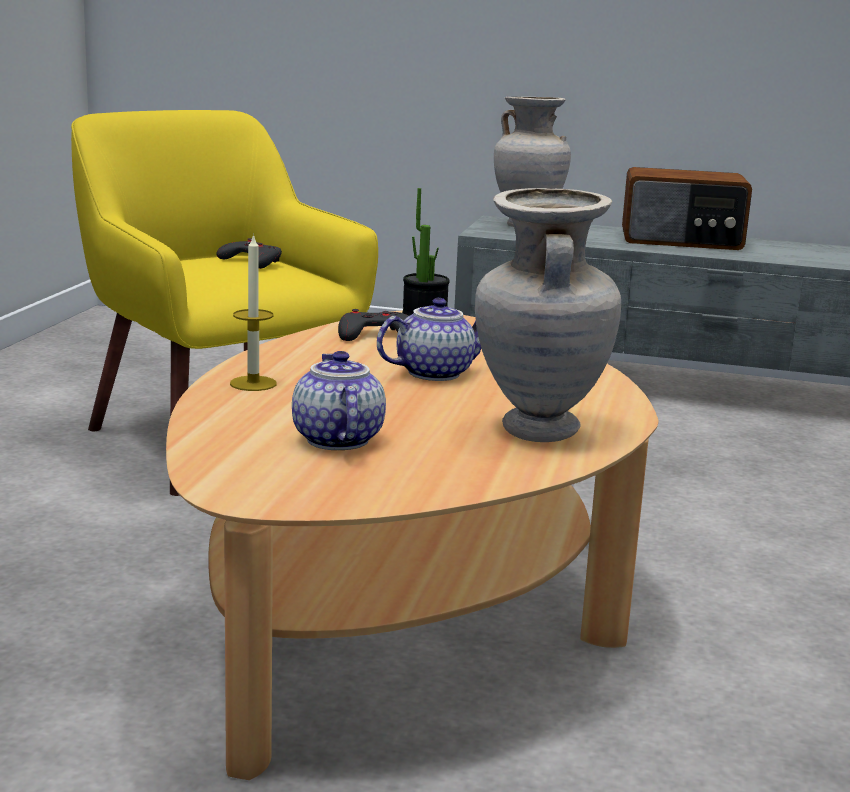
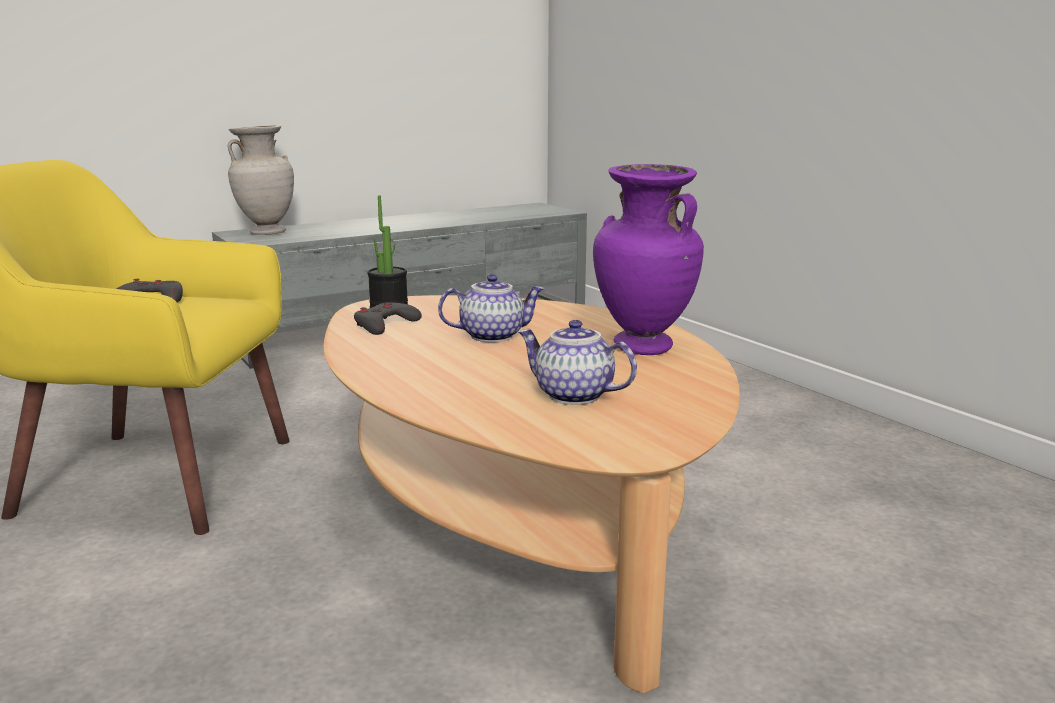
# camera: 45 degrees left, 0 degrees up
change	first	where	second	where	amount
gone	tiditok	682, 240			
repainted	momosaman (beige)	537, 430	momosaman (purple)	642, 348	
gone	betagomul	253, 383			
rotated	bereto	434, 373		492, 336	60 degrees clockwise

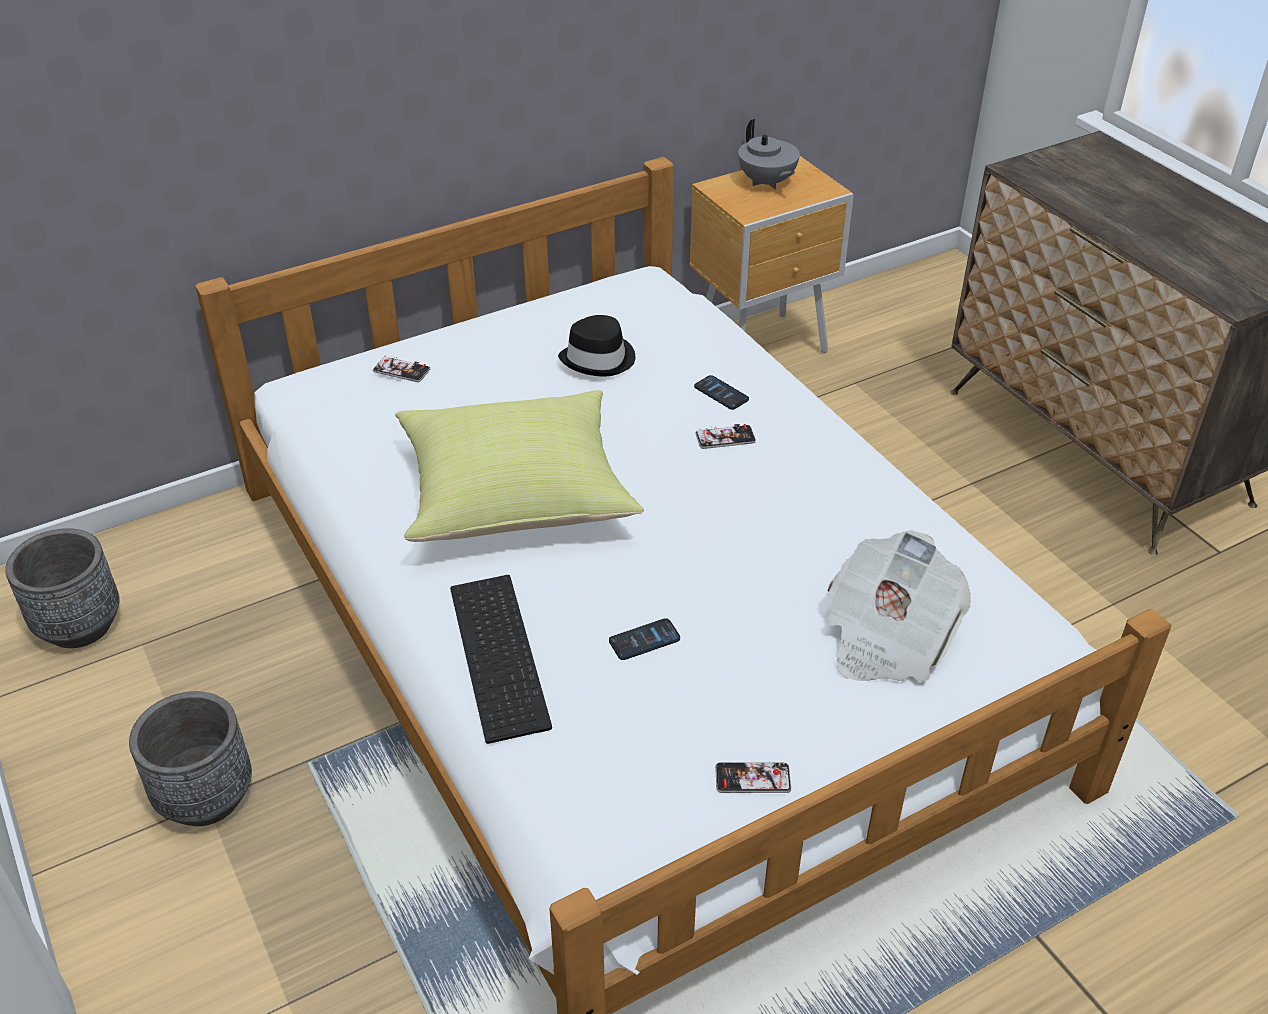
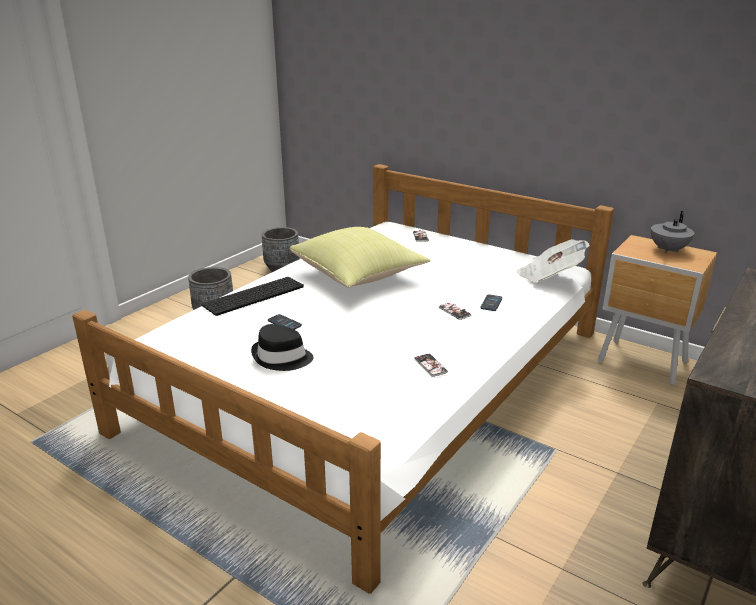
# camera: 65 degrees right, 15 degrees down
change	first	where	second	where	amount
shifted	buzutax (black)	599, 359		282, 358	
shifted	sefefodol	887, 637		549, 276	
shifted	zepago	752, 778		430, 365	

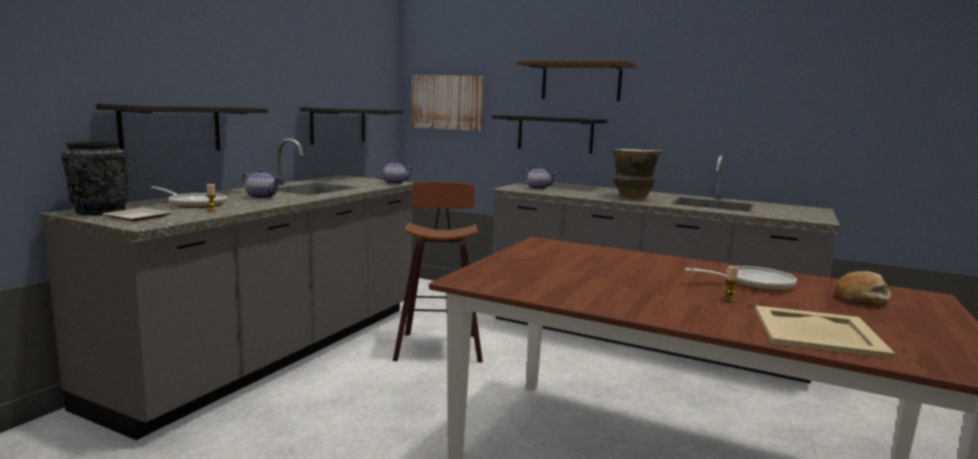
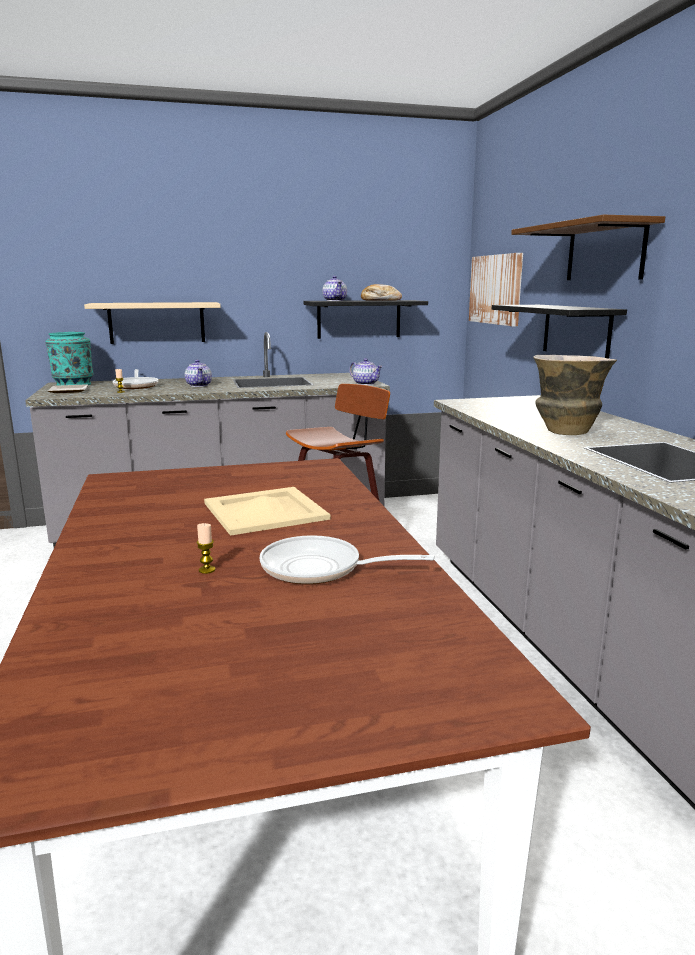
# camera: 50 degrees right, 5 degrees up
change	first	where	second	where	amount
repainted	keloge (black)	171, 129	keloge (beige)	157, 322	
repainted	momosaman (black)	99, 211	momosaman (turquoise)	73, 384	
shifted	bereto	537, 188		335, 300	
rotated	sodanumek	753, 284		319, 569	150 degrees clockwise
shifted	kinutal	861, 298		380, 300	
shifted	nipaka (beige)	816, 331		265, 510	

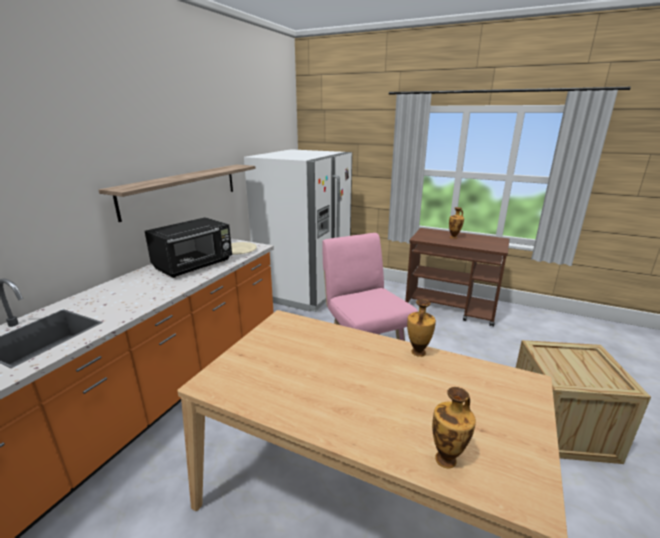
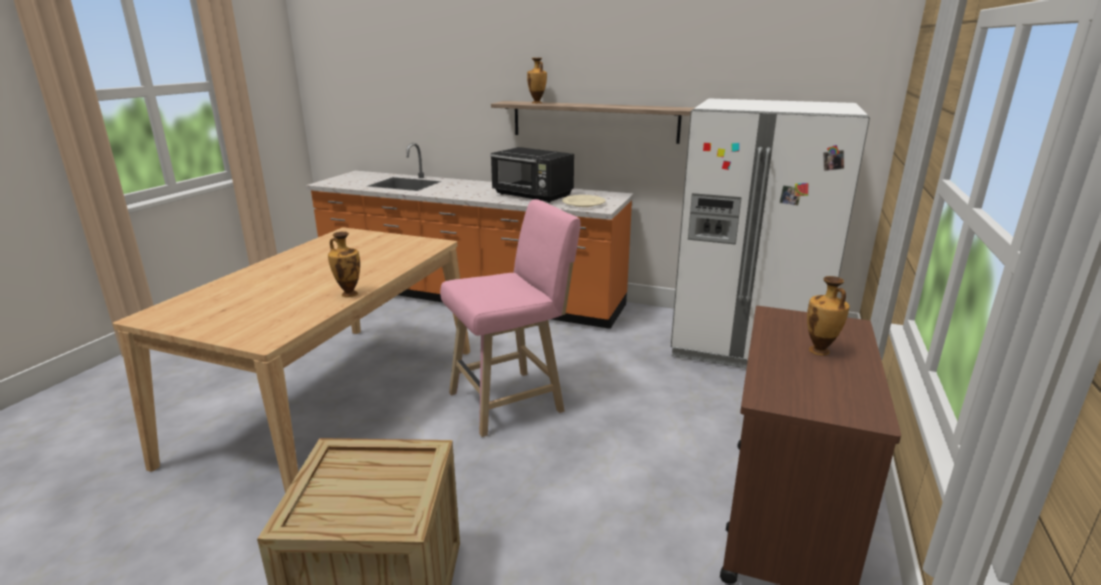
# camera: 85 degrees right, 0 degrees up
change	first	where	second	where	amount
shifted	momosaman	447, 459		537, 103	

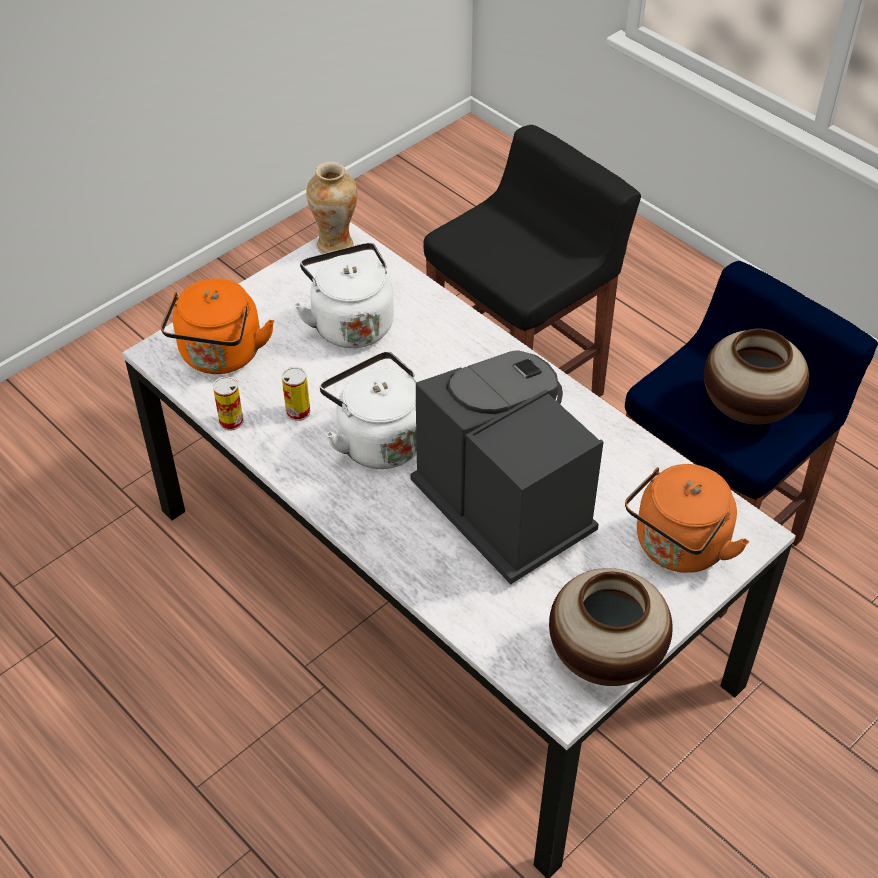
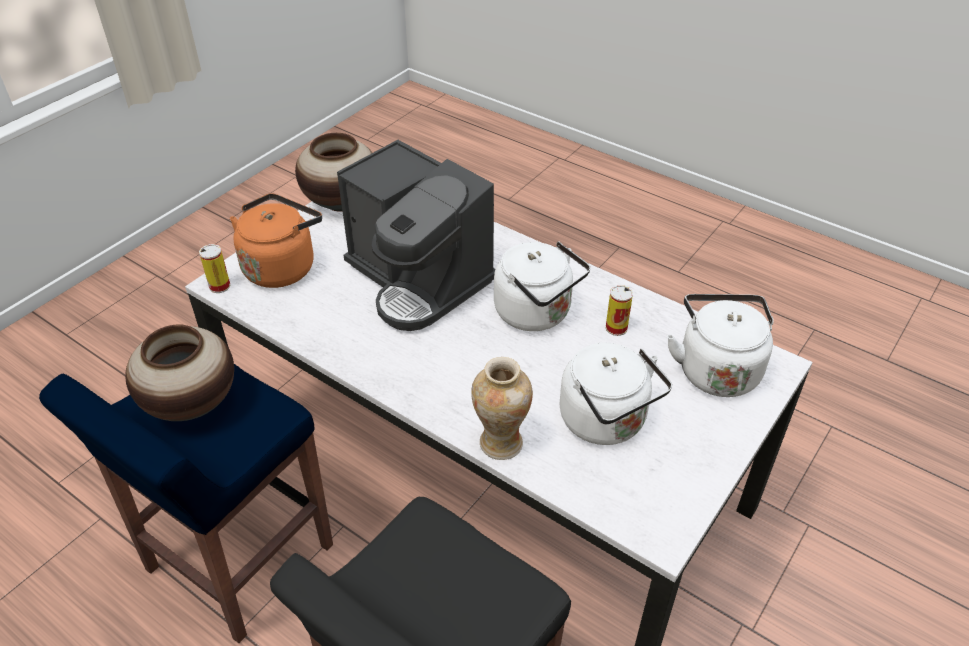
# camera: 170 degrees right, 5 degrees down
change	first	where	second	where	amount
shifted	momosaman	335, 245		501, 443	
repainted	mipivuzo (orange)	220, 357	mipivuzo (white)	716, 368	
shifted	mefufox	231, 421		219, 286	

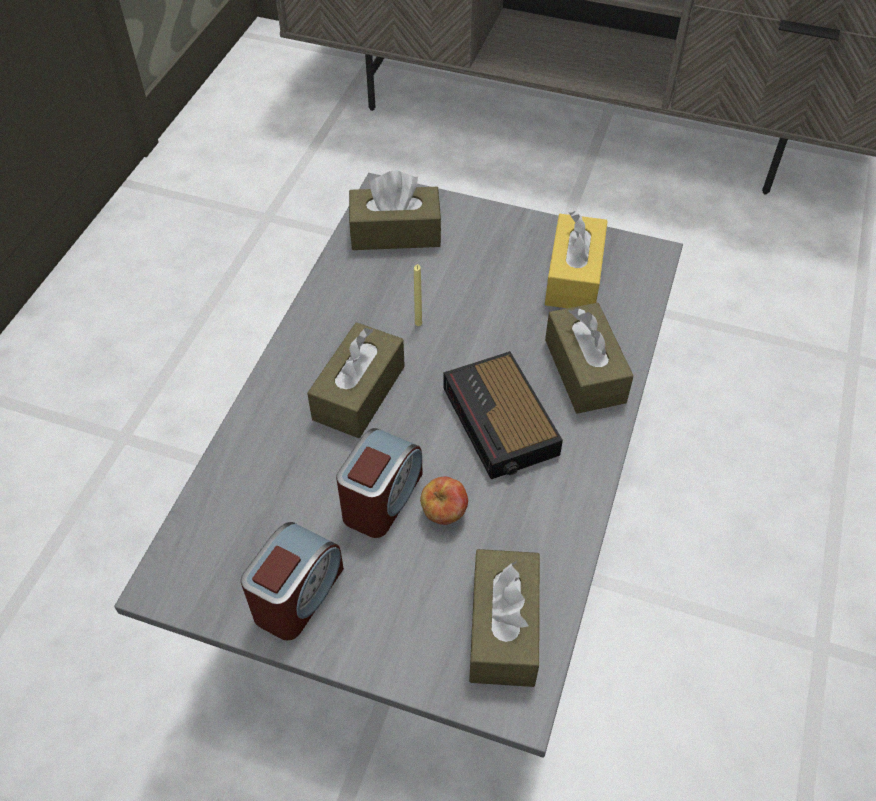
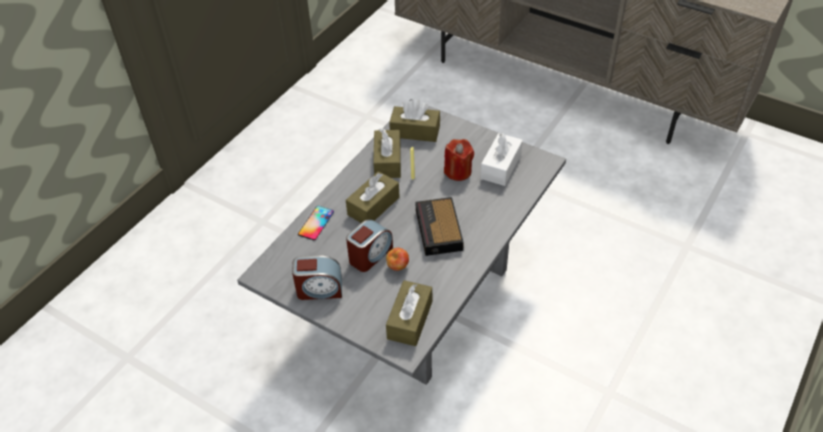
# camera: 15 degrees right, 5 degrees down
change	first	where	second	where	amount
repainted	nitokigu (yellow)	574, 276	nitokigu (white)	501, 166	
shifted	nitokigu (brown)	584, 371		387, 161	
rotated	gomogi	297, 595		319, 289	45 degrees clockwise
new			betagomul (red)	458, 171	
new			zepago	316, 223	

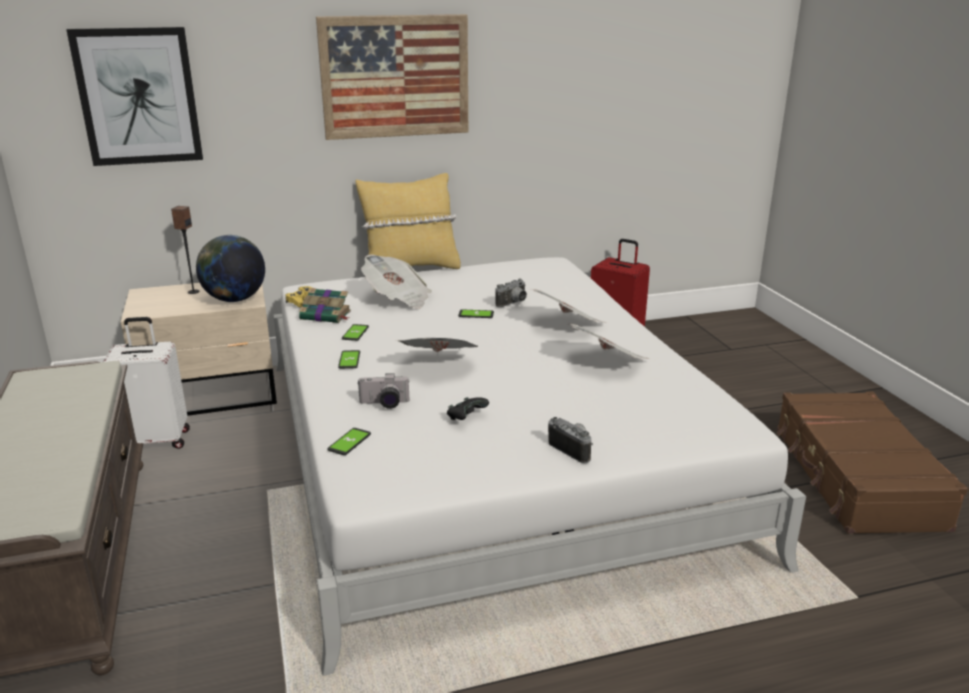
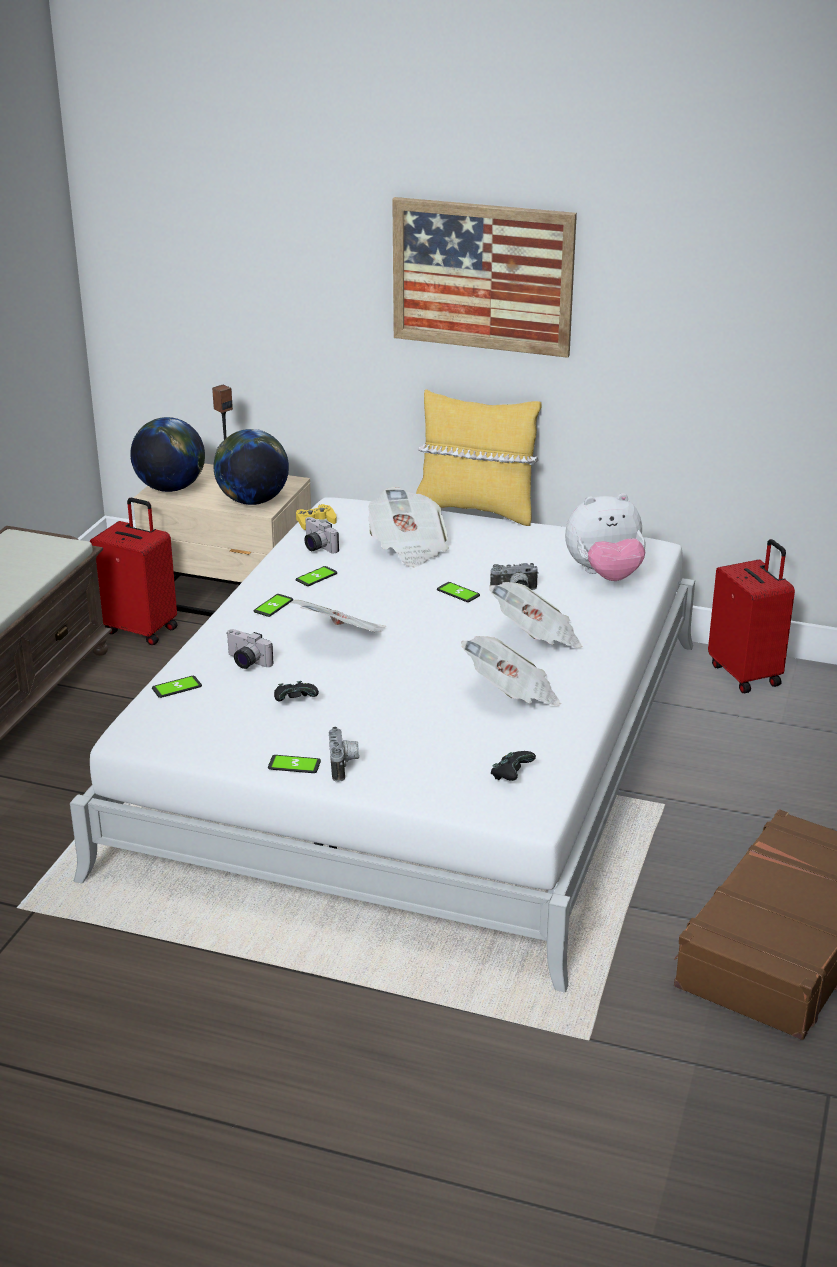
# camera: 35 degrees right, 5 degrees up
change	first	where	second	where	amount
gone	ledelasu	138, 96			
swapped	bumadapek	326, 315	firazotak	316, 547	
repainted	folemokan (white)	156, 440	folemokan (red)	141, 629	
new			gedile	170, 488	
new			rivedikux	605, 575	
new			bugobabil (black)	511, 775	
new			zepago	294, 765	

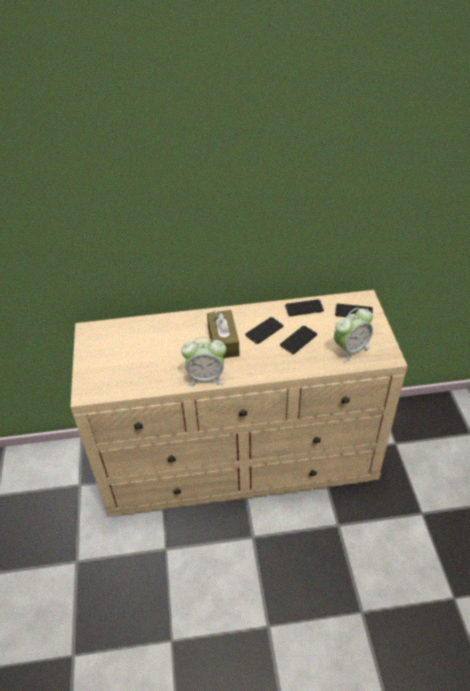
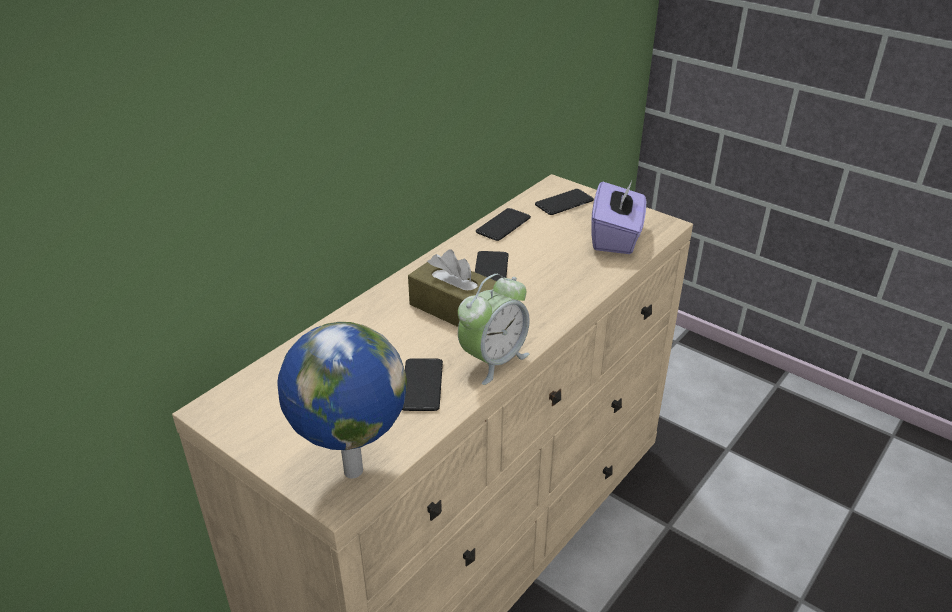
# camera: 45 degrees left, 10 degrees down
change	first	where	second	where	amount
swapped	gomogi	351, 349	nitokigu (purple)	616, 237	
shifted	zepago	298, 340		422, 385	
new			gedile	350, 471	

